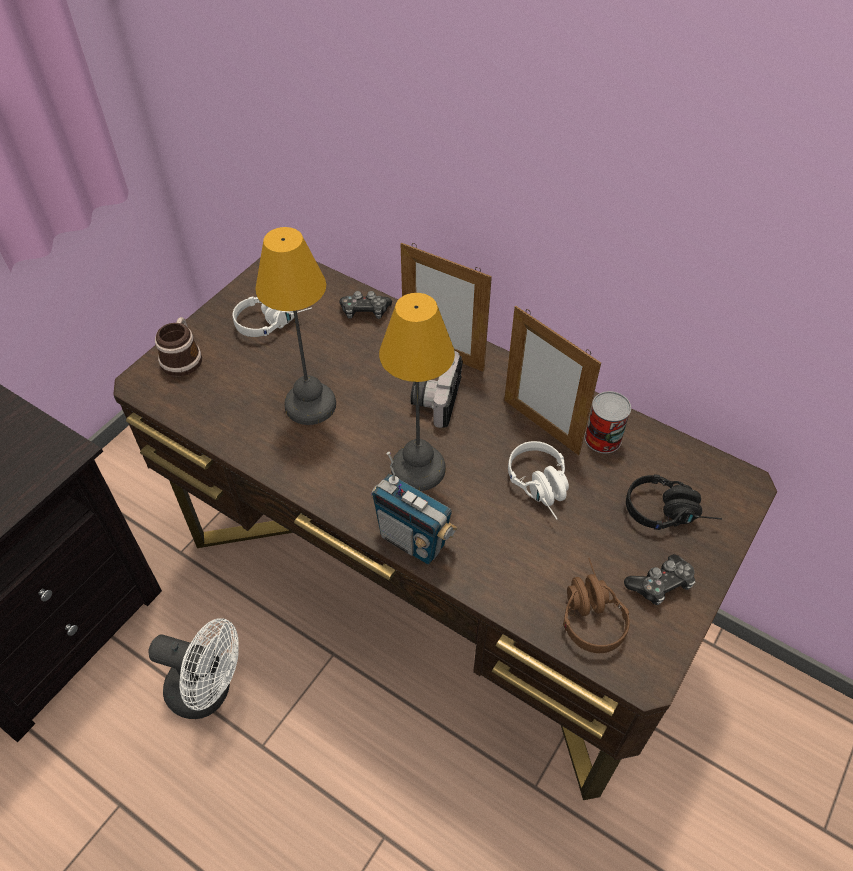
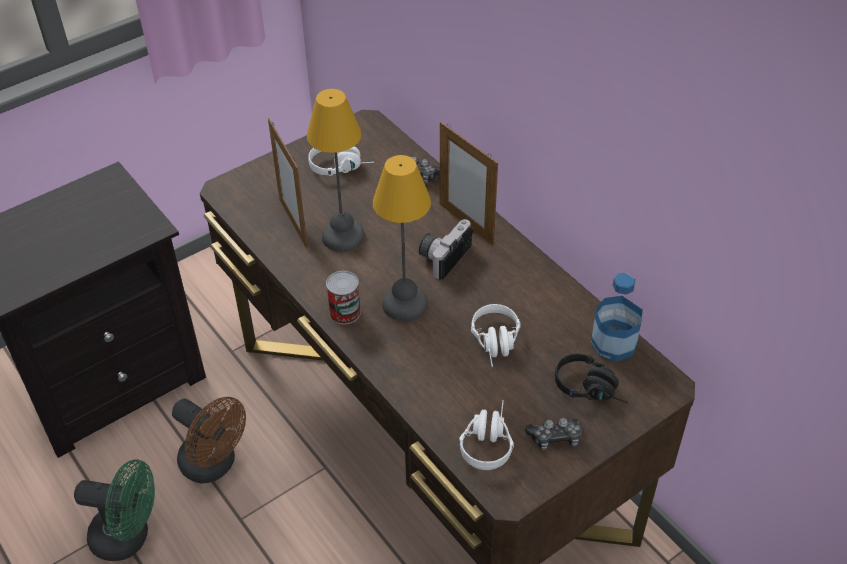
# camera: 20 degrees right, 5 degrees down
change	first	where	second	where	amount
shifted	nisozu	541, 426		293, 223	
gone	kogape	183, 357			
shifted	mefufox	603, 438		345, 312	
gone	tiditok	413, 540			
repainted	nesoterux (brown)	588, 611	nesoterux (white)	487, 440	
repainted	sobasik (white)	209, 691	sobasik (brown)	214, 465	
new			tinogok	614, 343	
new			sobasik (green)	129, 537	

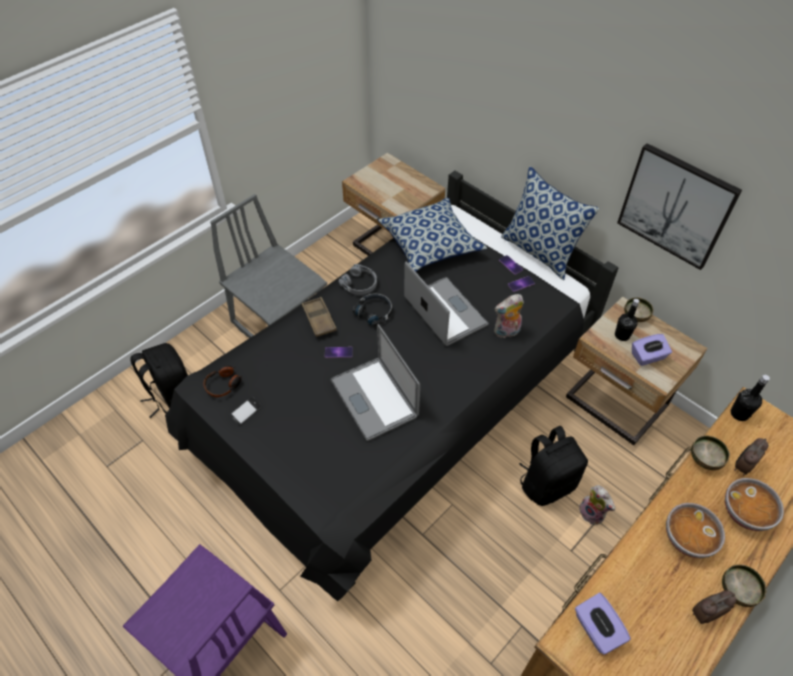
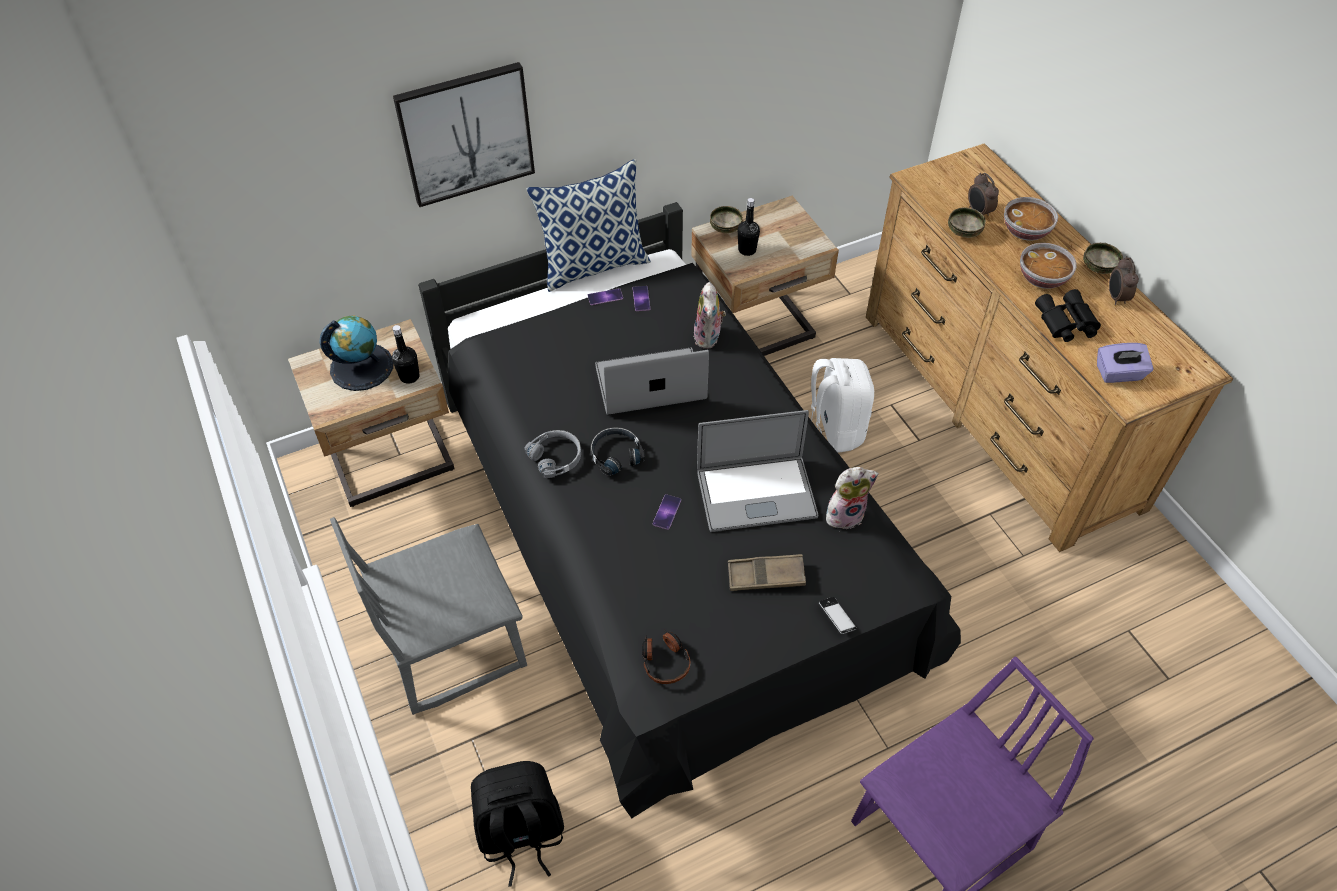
# camera: 70 degrees left, 0 degrees up
change	first	where	second	where	amount
shifted	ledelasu	676, 206		466, 134	
gone	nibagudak	430, 245			
shifted	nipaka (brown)	319, 319		766, 576	
gone	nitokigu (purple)	648, 357			
shifted	tinogok (black)	739, 414		409, 376	
shifted	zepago	246, 412		837, 617	
repainted	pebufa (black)	547, 483	pebufa (white)	833, 429	
shifted	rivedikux	593, 513		845, 514	
new			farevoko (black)	1065, 323	
new			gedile	362, 367	

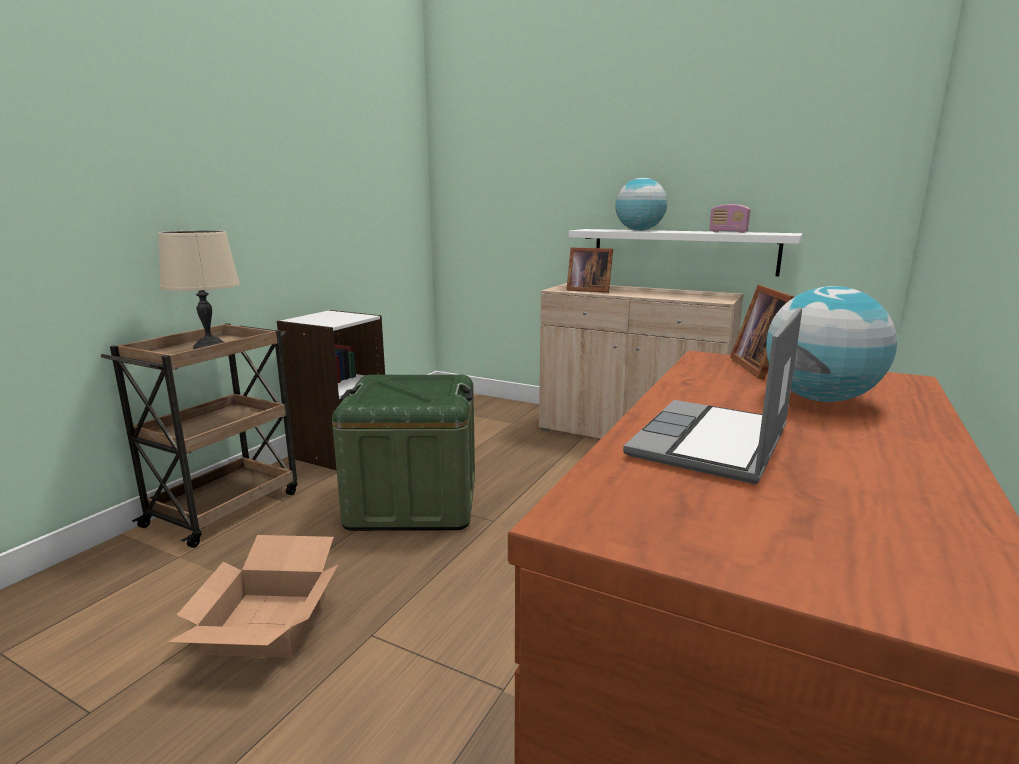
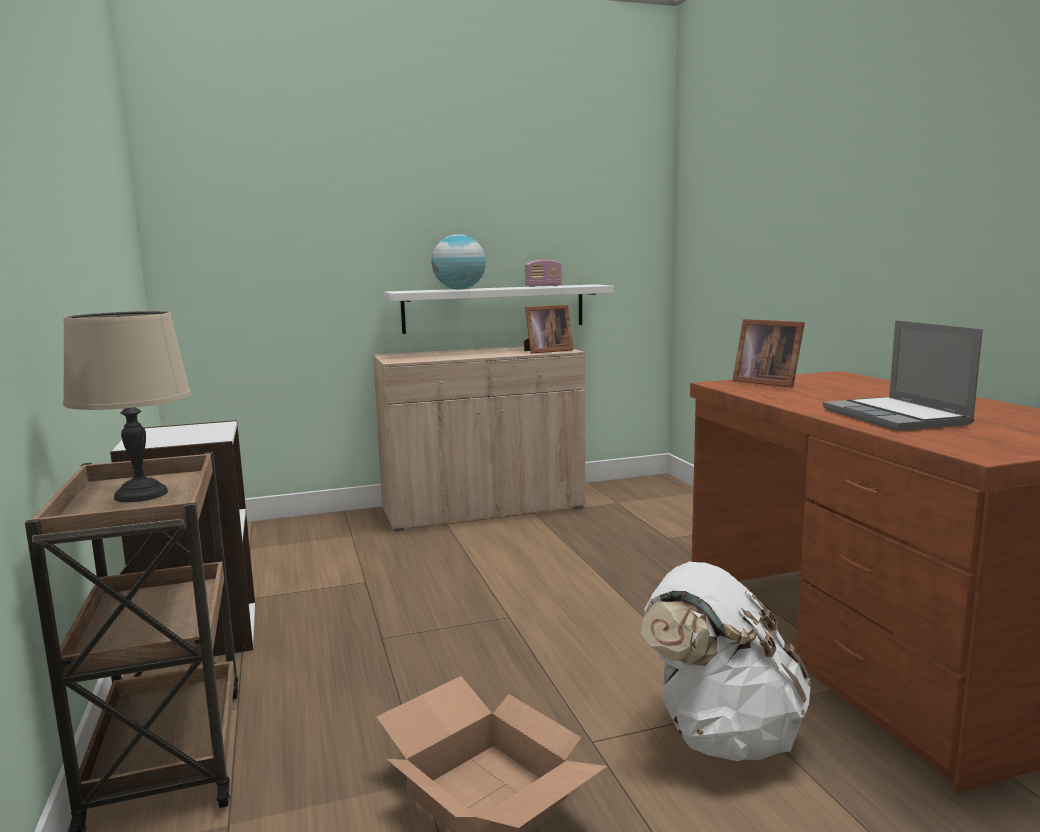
# camera: 45 degrees left, 5 degrees down
change	first	where	second	where	amount
shifted	nisozu	587, 290		546, 351	
gone	gedile	819, 399			
gone	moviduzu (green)	413, 501			
new			pebufa (white)	721, 734	

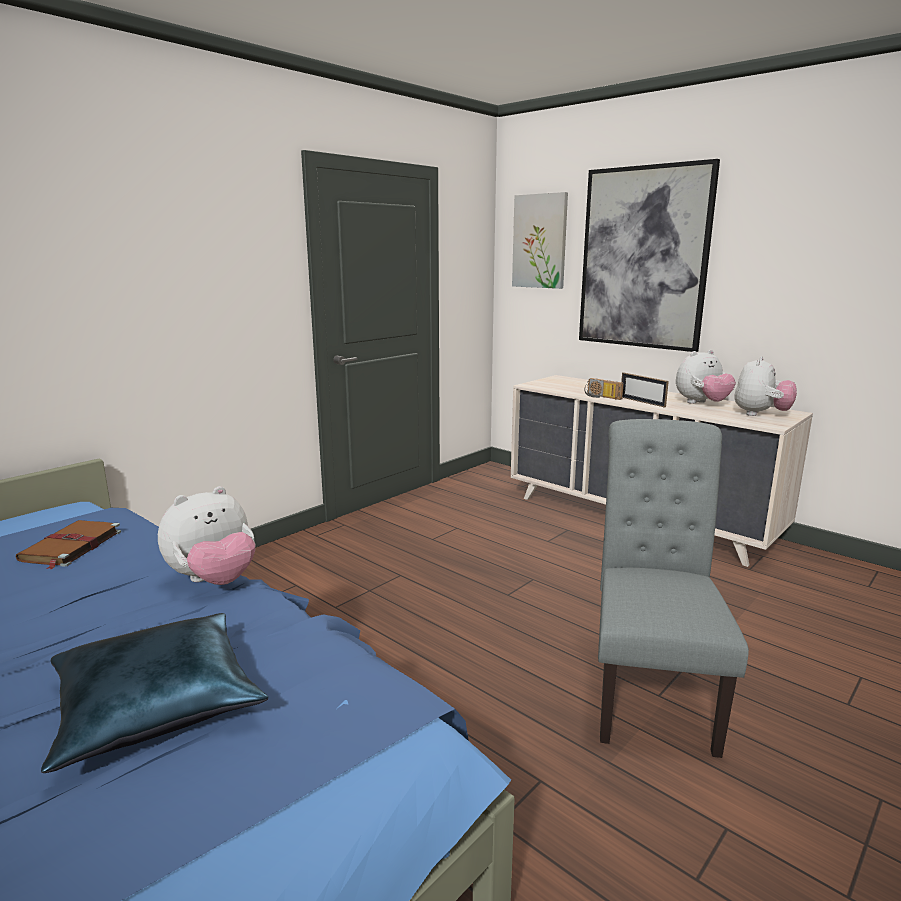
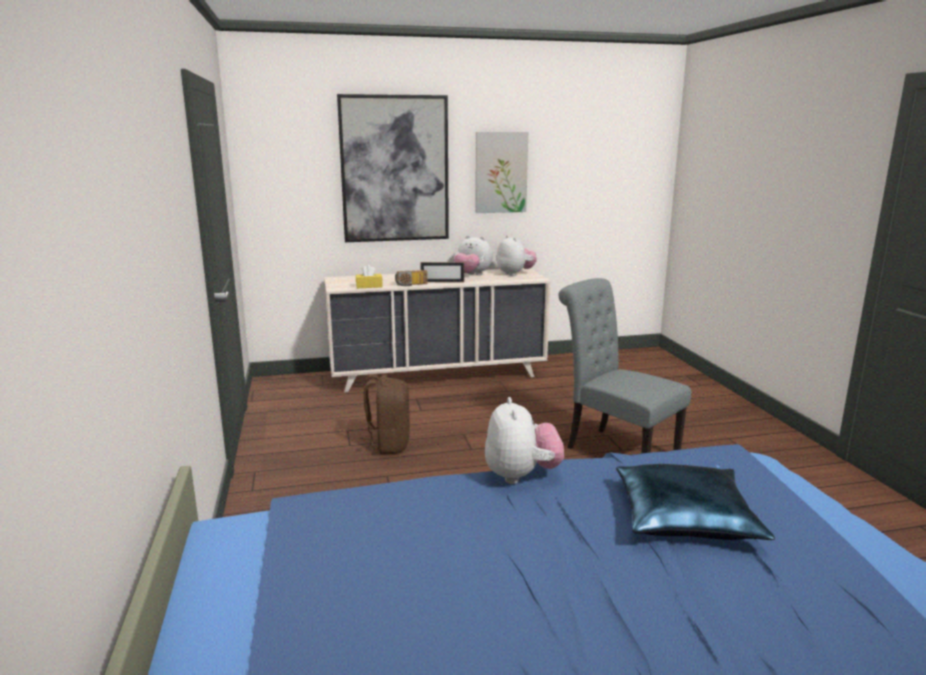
# camera: 55 degrees left, 0 degrees up
change	first	where	second	where	amount
shifted	ledelasu	540, 241		500, 172	
rotated	rivedikux	701, 403		472, 275	105 degrees clockwise
gone	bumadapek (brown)	70, 546			
new			nitokigu (yellow)	369, 286	
new			pebufa (brown)	388, 444	

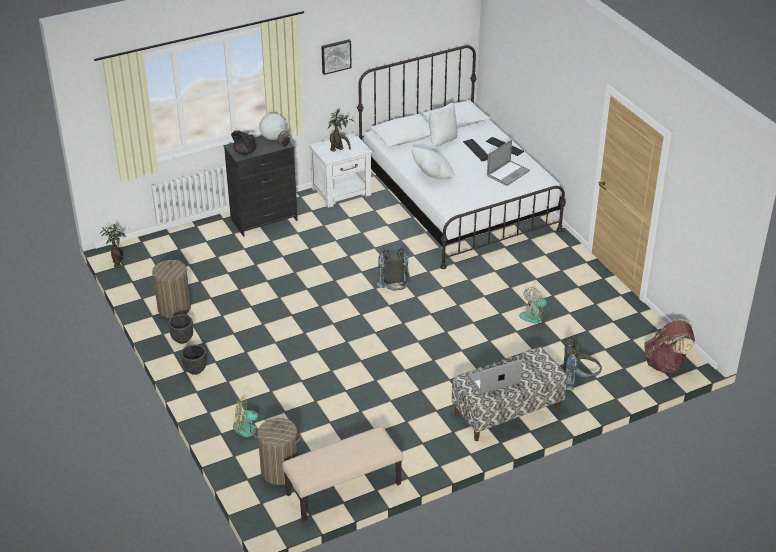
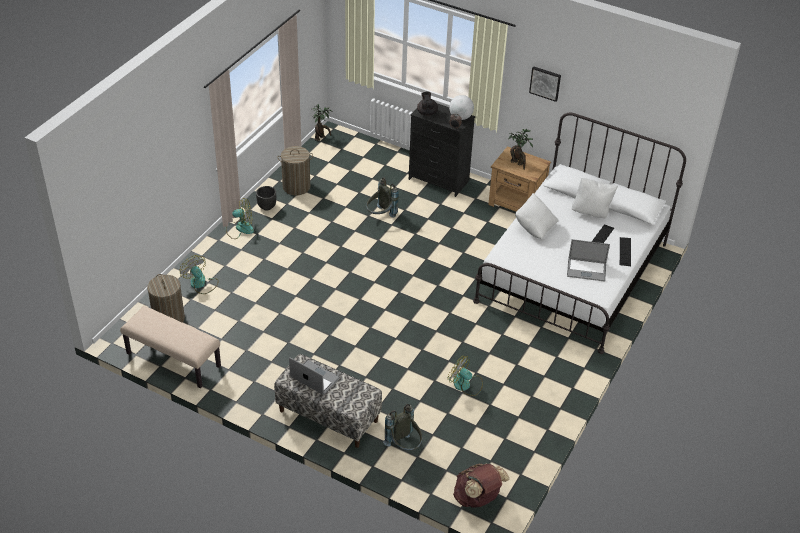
# camera: 55 degrees right, 5 degrees up
change	first	where	second	where	amount
repainted	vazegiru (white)	342, 192	vazegiru (brown)	517, 203	
shifted	pebufa (grey)	395, 292		380, 216	
swapped	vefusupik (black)	195, 370	sobasik	240, 228	

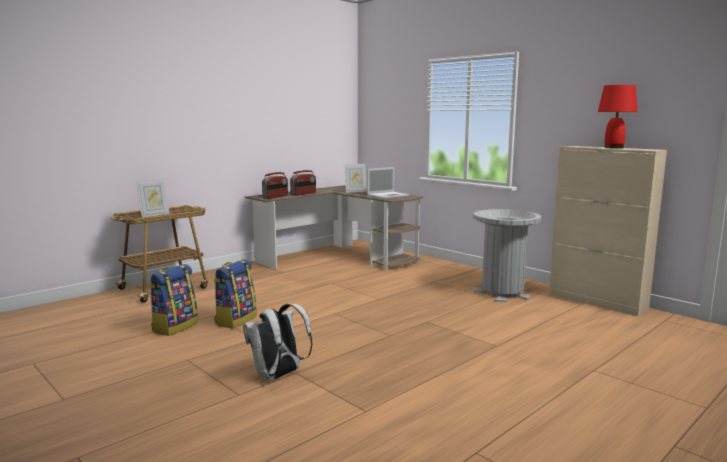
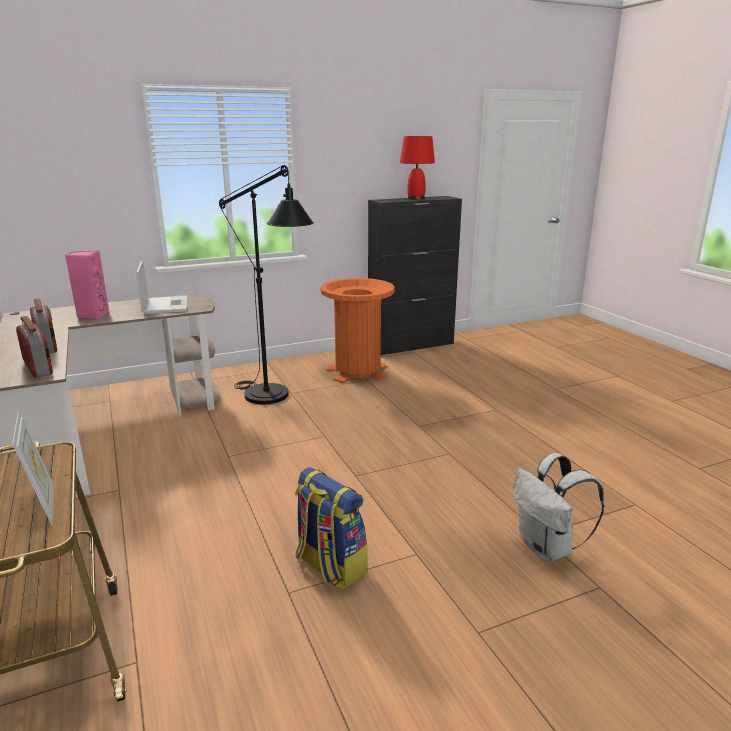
# camera: 70 degrees left, 10 degrees up
change	first	where	second	where	amount
repainted	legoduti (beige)	597, 301	legoduti (black)	411, 345	
swapped	nisozu	355, 191	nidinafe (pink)	93, 315	
repainted	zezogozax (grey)	502, 292	zezogozax (orange)	357, 371	
gone	pebufa	174, 327			
new			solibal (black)	274, 399	

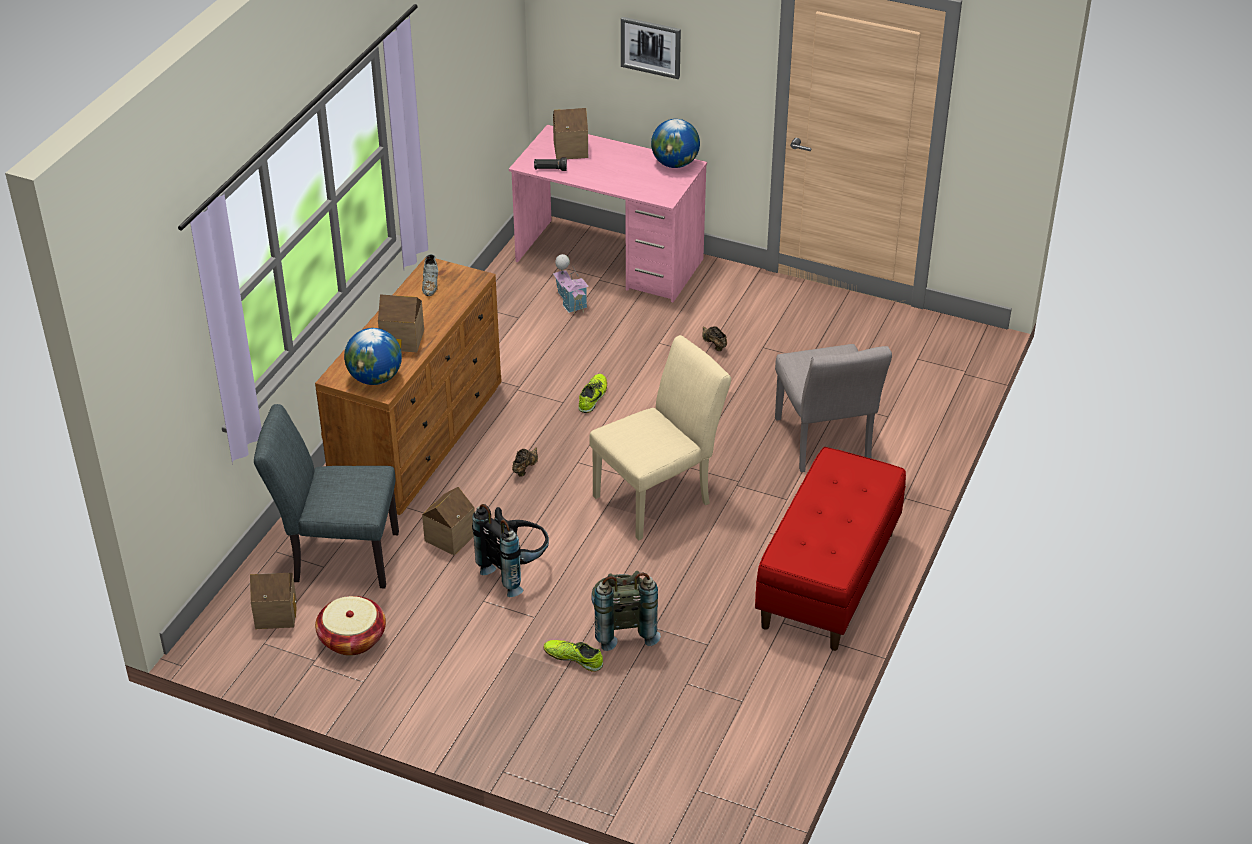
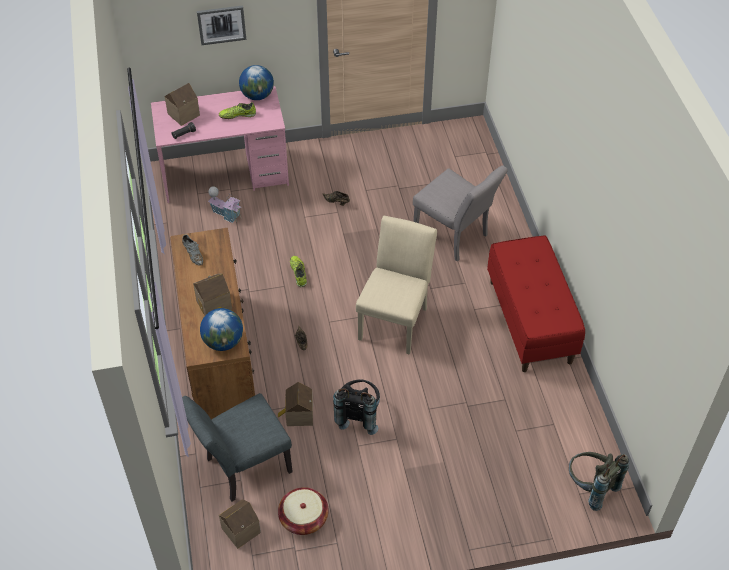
# camera: 35 degrees left, 10 degrees up
change	first	where	second	where	amount
shifted	pebufa (grey)	622, 628		590, 488	
shifted	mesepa	573, 658		237, 115	

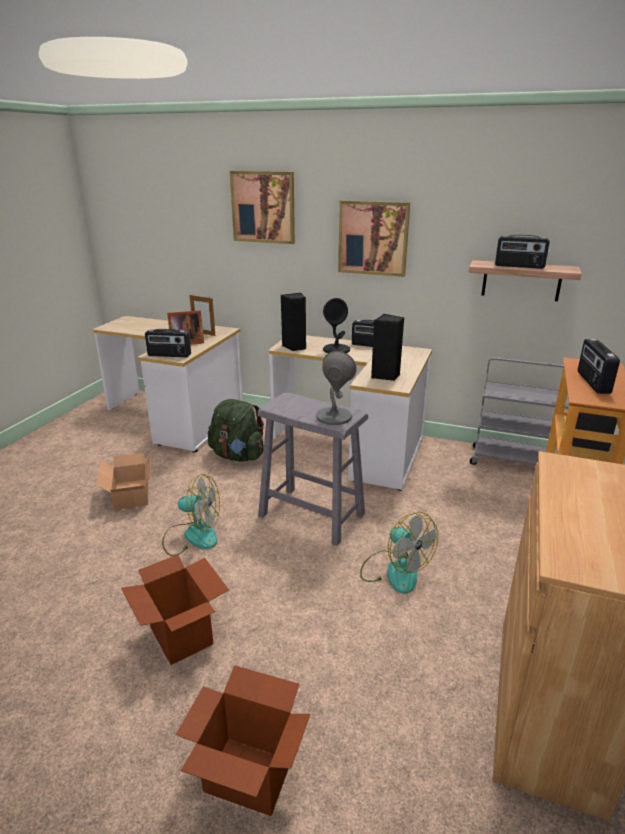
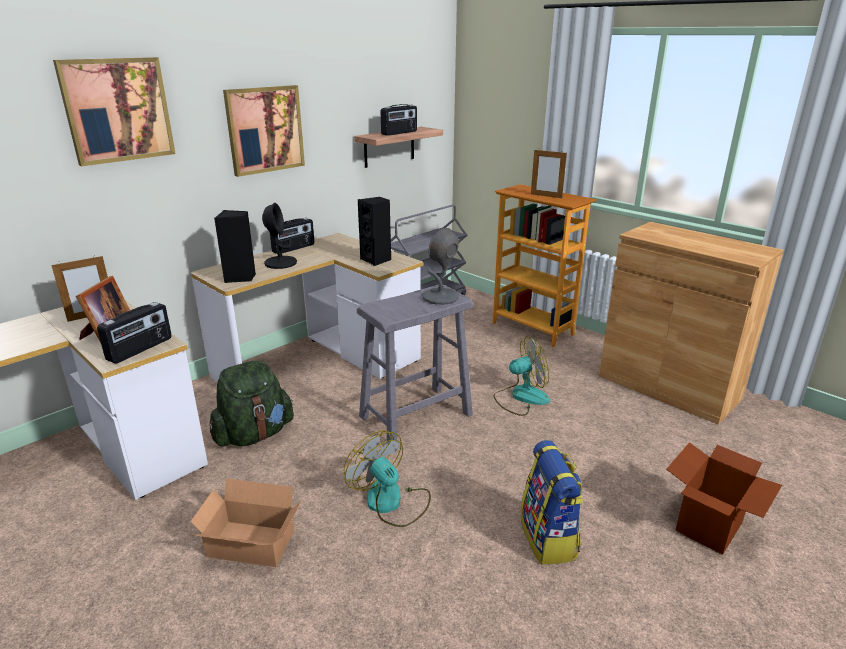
# camera: 65 degrees left, 0 degrees up
change	first	where	second	where	amount
swapped	tiditok	592, 382	nisozu	546, 196	
rotated	sobasik	192, 536		391, 502	75 degrees counterclockwise
swapped	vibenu	181, 636	pebufa	549, 538	

